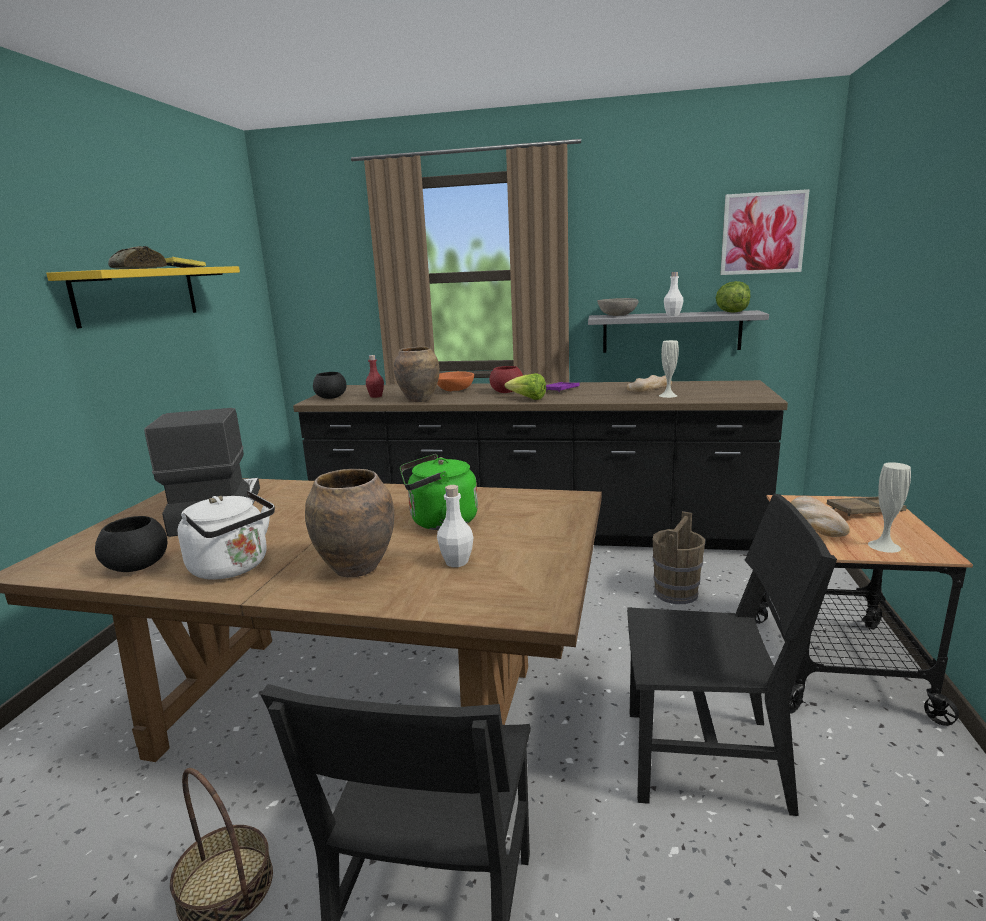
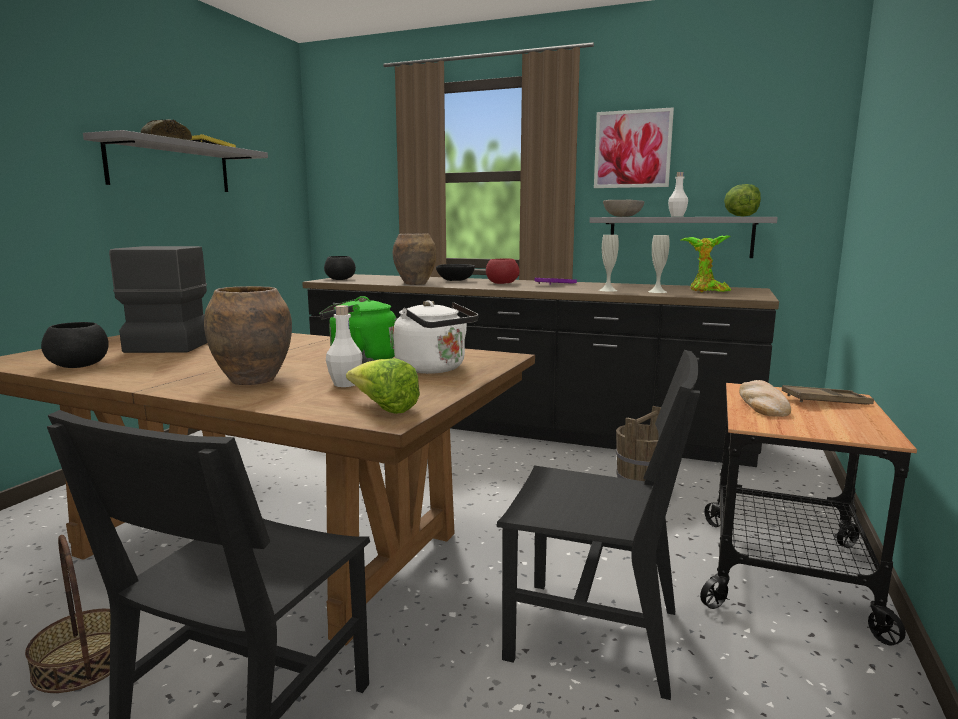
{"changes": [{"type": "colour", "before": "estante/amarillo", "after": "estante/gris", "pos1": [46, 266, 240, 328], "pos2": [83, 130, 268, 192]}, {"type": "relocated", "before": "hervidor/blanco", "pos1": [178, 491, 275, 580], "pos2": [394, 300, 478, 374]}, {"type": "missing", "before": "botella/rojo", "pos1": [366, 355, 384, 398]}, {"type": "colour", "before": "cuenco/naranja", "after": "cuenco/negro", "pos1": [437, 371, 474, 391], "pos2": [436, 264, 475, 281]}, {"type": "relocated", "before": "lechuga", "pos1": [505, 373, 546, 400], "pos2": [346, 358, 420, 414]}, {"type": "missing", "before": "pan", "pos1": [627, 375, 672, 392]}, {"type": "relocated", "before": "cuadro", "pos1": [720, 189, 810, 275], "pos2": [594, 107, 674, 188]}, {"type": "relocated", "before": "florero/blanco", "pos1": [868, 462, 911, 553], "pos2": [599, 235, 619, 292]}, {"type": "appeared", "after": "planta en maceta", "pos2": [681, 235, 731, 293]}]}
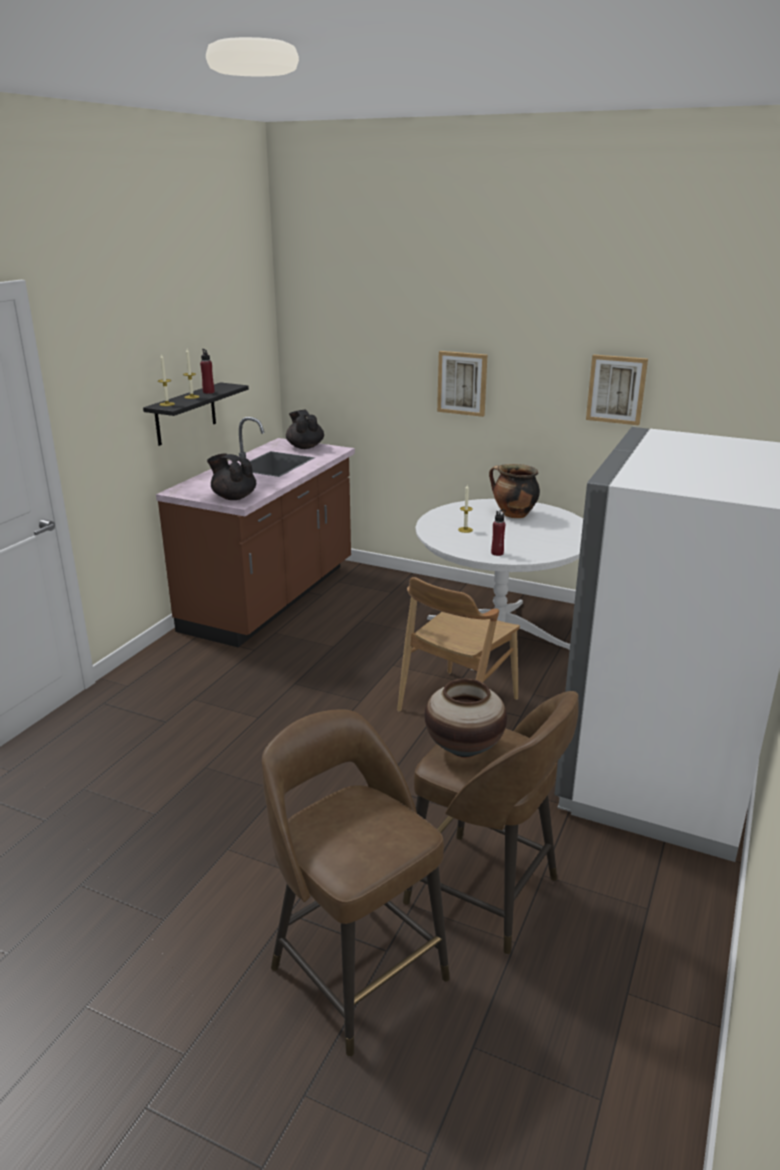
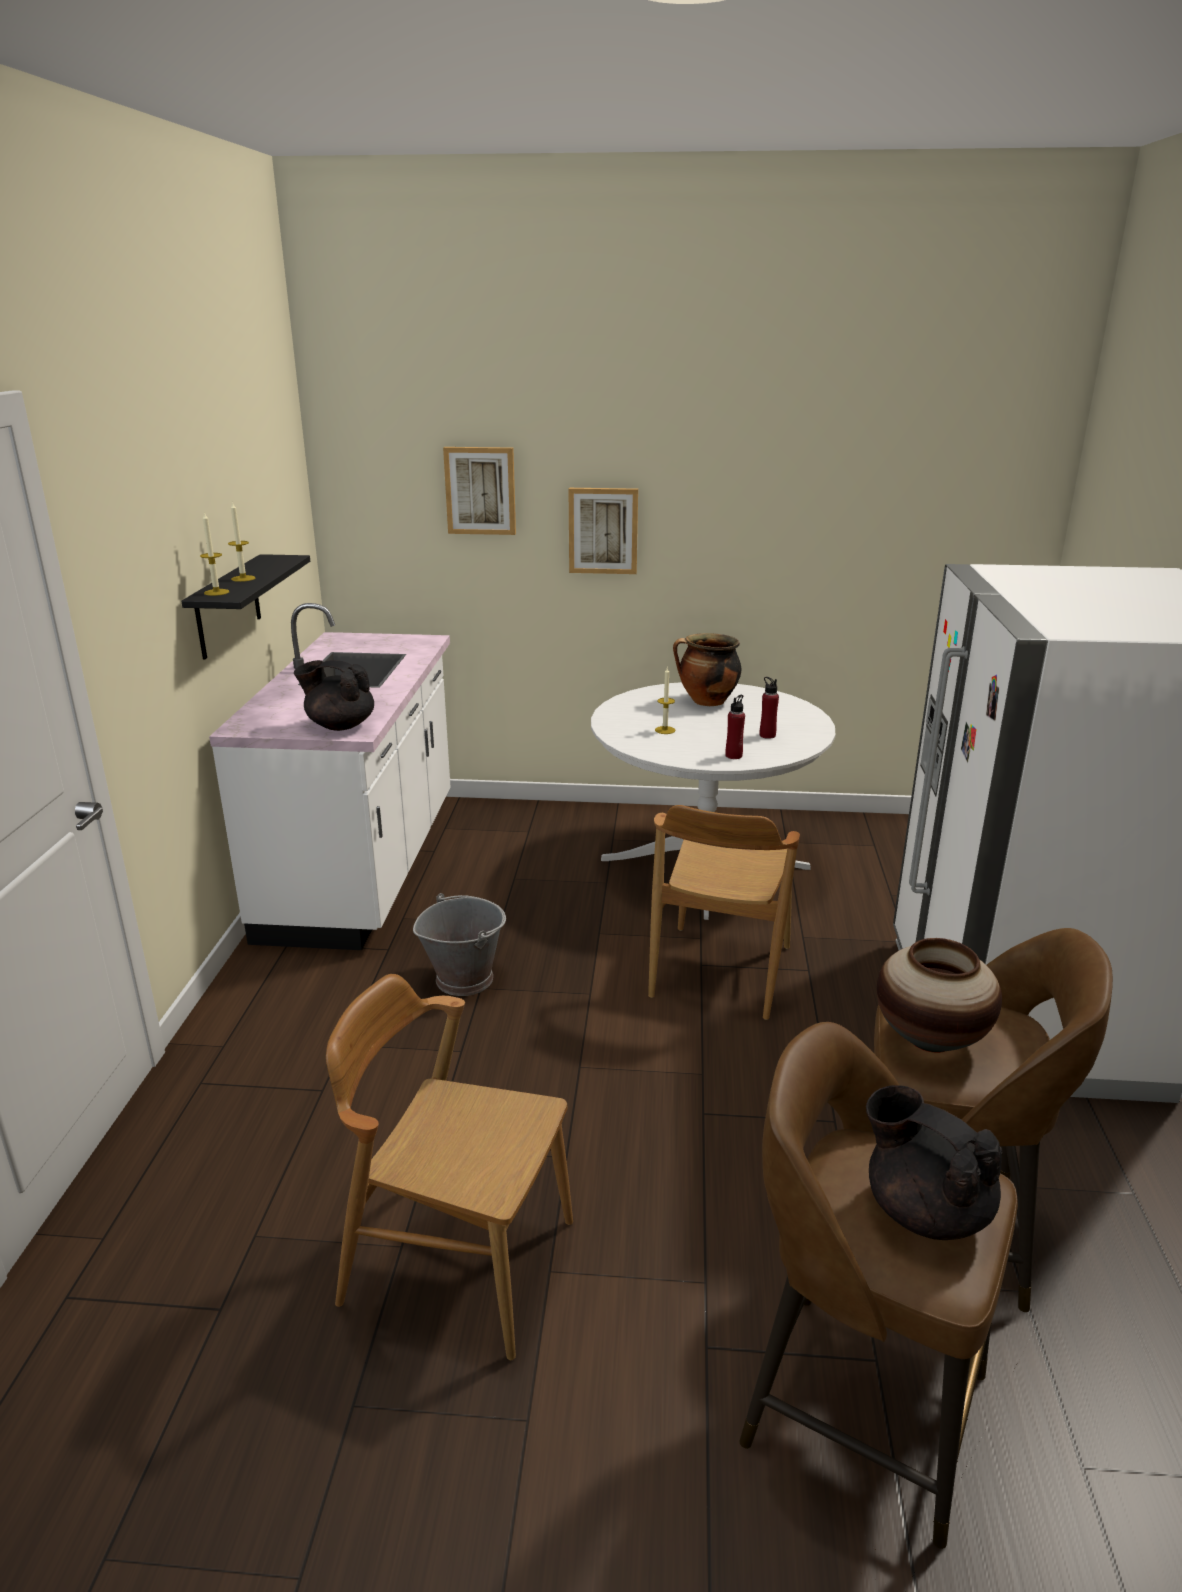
{"changes": [{"type": "colour", "before": "mueble bajo de cocina/marrón", "after": "mueble bajo de cocina/blanco", "pos1": [156, 417, 355, 647], "pos2": [209, 603, 451, 950]}, {"type": "relocated", "before": "botella/rojo", "pos1": [200, 349, 214, 394], "pos2": [760, 677, 779, 739]}, {"type": "relocated", "before": "tetera/negro", "pos1": [286, 410, 324, 449], "pos2": [866, 1085, 1002, 1240]}, {"type": "relocated", "before": "cuadro", "pos1": [586, 354, 648, 425], "pos2": [443, 447, 516, 535]}, {"type": "appeared", "after": "silla/marrón", "pos2": [326, 974, 573, 1360]}, {"type": "appeared", "after": "cubo/gris", "pos2": [413, 893, 506, 996]}]}
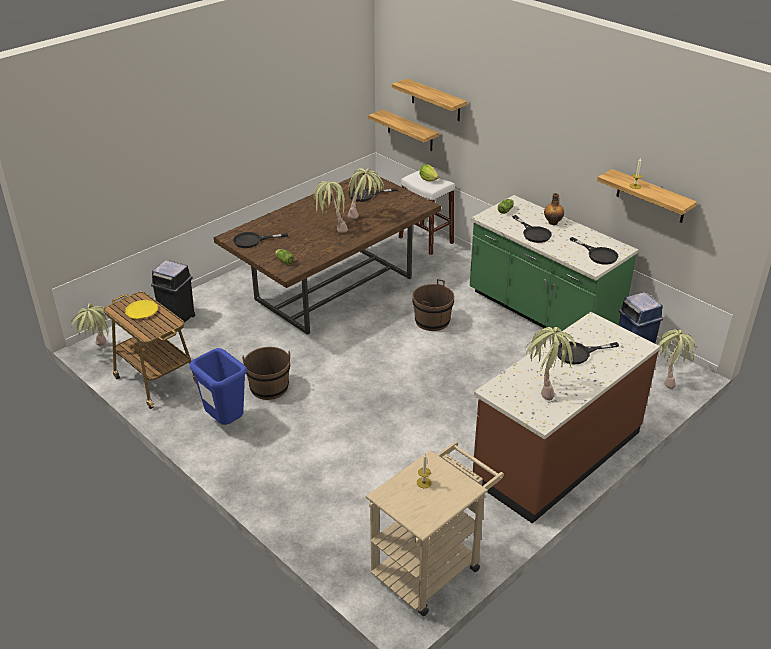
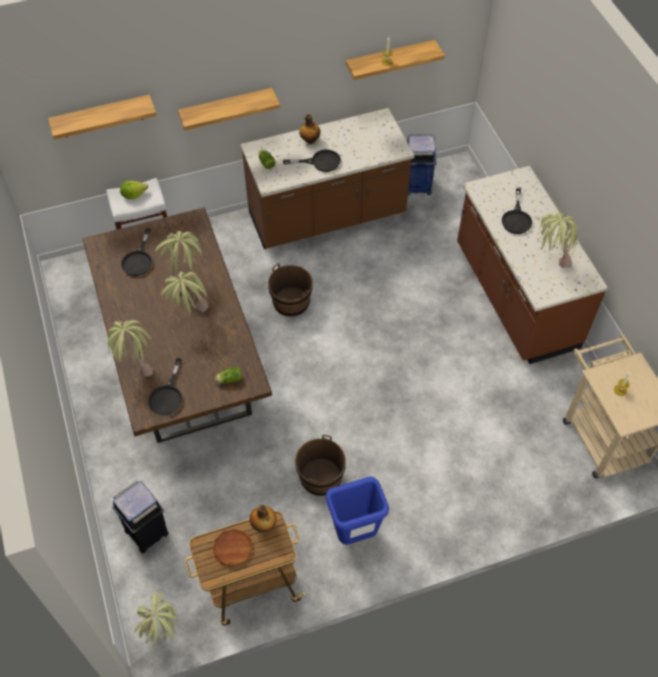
{"changes": [{"type": "colour", "before": "plato/amarillo", "after": "plato/marrón", "pos1": [125, 300, 158, 319], "pos2": [213, 529, 253, 567]}, {"type": "relocated", "before": "estante", "pos1": [368, 110, 439, 151], "pos2": [178, 88, 280, 131]}, {"type": "colour", "before": "mueble bajo de cocina/verde", "after": "mueble bajo de cocina/marrón", "pos1": [470, 195, 638, 331], "pos2": [241, 108, 414, 249]}, {"type": "missing", "before": "sartén/negro", "pos1": [570, 237, 618, 265]}, {"type": "relocated", "before": "planta en maceta", "pos1": [658, 329, 696, 389], "pos2": [107, 319, 153, 377]}, {"type": "appeared", "after": "botella", "pos2": [250, 505, 276, 532]}]}
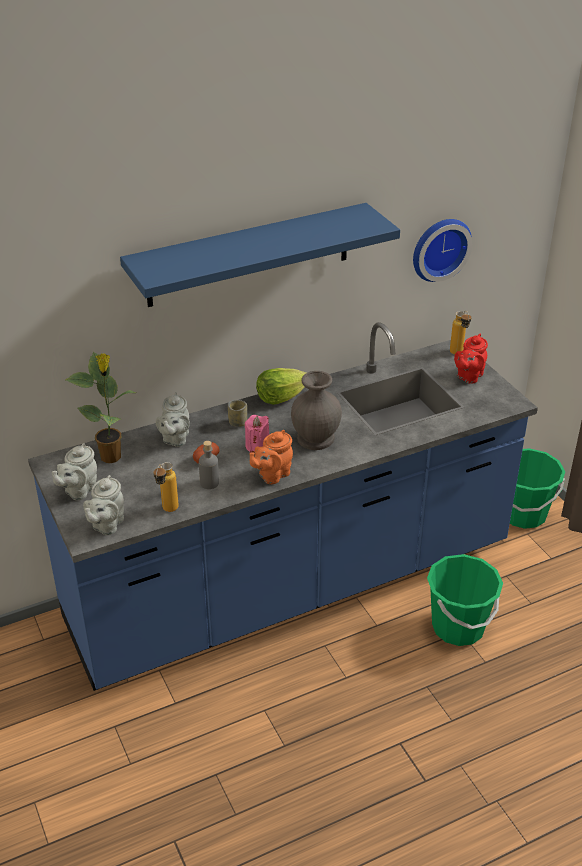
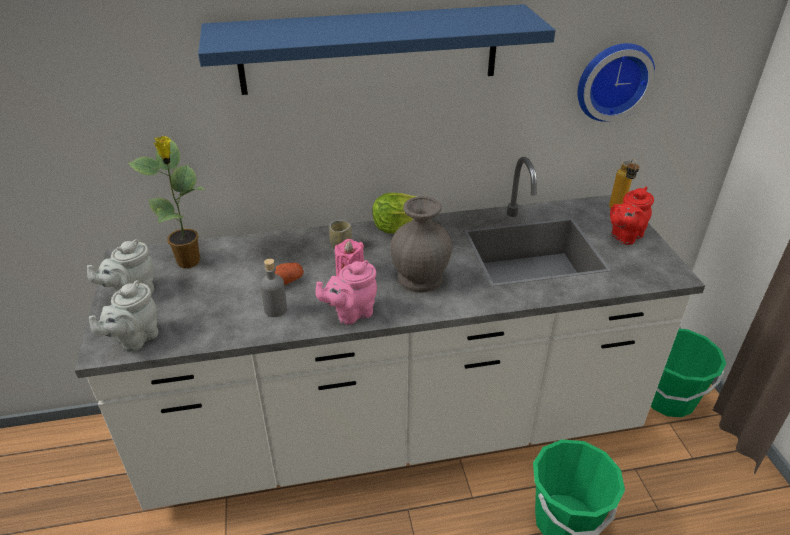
{"changes": [{"type": "colour", "before": "mueble bajo de cocina/azul", "after": "mueble bajo de cocina/blanco", "pos1": [28, 322, 538, 691], "pos2": [75, 157, 705, 510]}, {"type": "missing", "before": "botella", "pos1": [153, 462, 179, 512]}, {"type": "missing", "before": "tetera/gris", "pos1": [156, 392, 190, 447]}, {"type": "colour", "before": "tetera/naranja", "after": "tetera/rosa", "pos1": [249, 430, 293, 484], "pos2": [315, 260, 377, 324]}]}
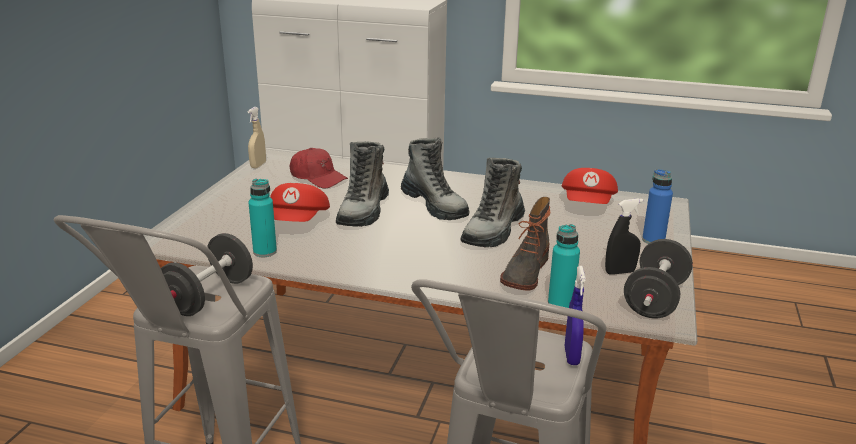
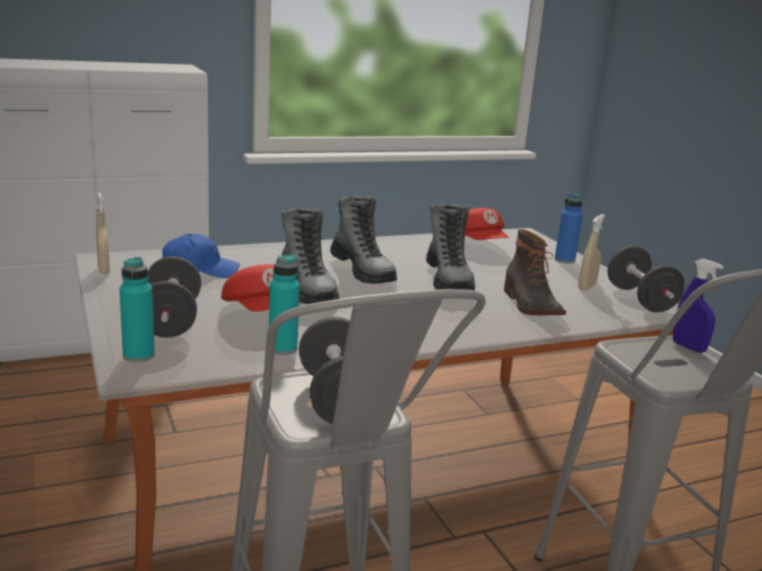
{"changes": [{"type": "colour", "before": "gorra/rojo", "after": "gorra/azul", "pos1": [290, 148, 348, 188], "pos2": [162, 233, 240, 278]}, {"type": "spun", "before": "bota", "pos1": [401, 137, 470, 220], "pos2": [330, 196, 397, 284], "turn": 45}, {"type": "relocated", "before": "botella/turquesa", "pos1": [548, 224, 580, 308], "pos2": [119, 257, 155, 362]}, {"type": "colour", "before": "pulverizador/negro", "after": "pulverizador/beis", "pos1": [605, 198, 643, 275], "pos2": [578, 214, 605, 290]}, {"type": "appeared", "after": "mancuerna/negro", "pos2": [148, 256, 201, 338]}]}
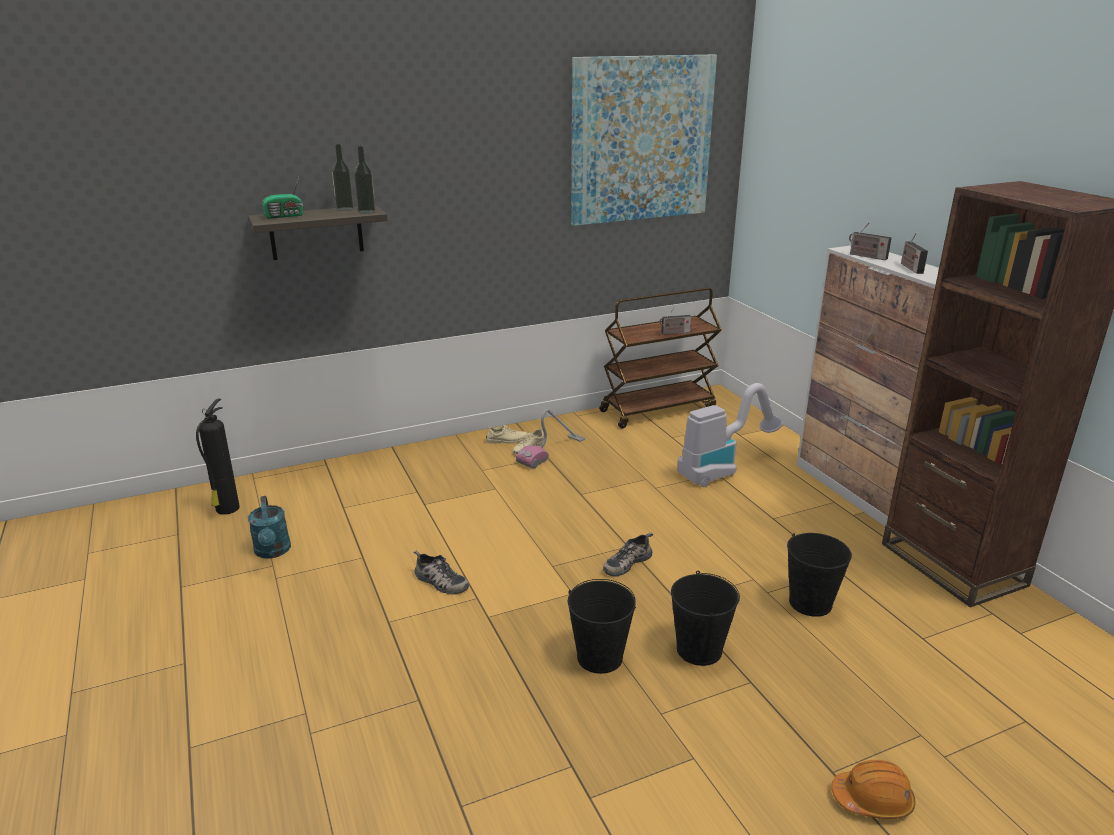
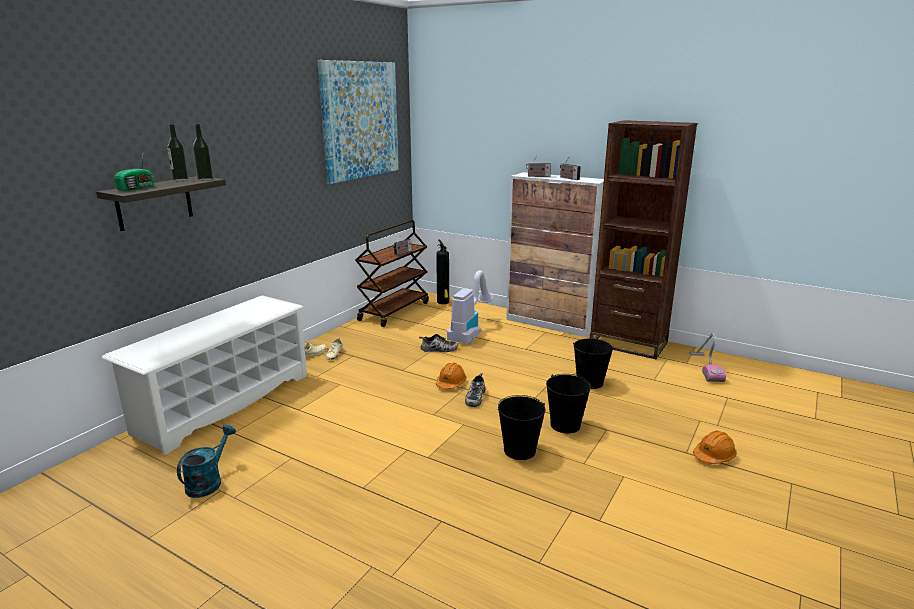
{"changes": [{"type": "relocated", "before": "extintor", "pos1": [196, 398, 240, 515], "pos2": [436, 240, 449, 304]}, {"type": "spun", "before": "regadera/turquesa", "pos1": [248, 496, 291, 559], "pos2": [177, 425, 236, 498], "turn": -105}, {"type": "relocated", "before": "zapato", "pos1": [414, 551, 469, 595], "pos2": [419, 334, 458, 352]}, {"type": "relocated", "before": "aspiradora", "pos1": [516, 409, 585, 468], "pos2": [689, 333, 726, 382]}, {"type": "appeared", "after": "zapatero/blanco", "pos2": [102, 296, 307, 455]}, {"type": "appeared", "after": "casco/naranja", "pos2": [436, 363, 466, 389]}]}
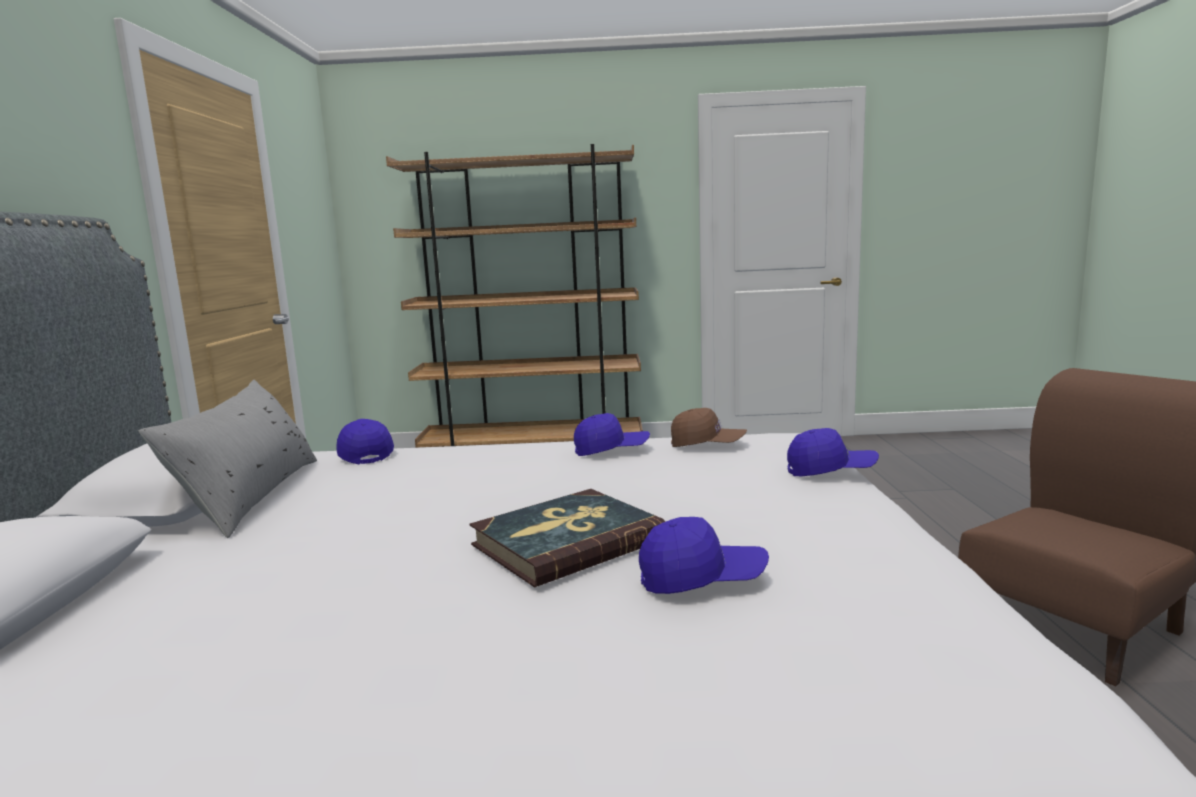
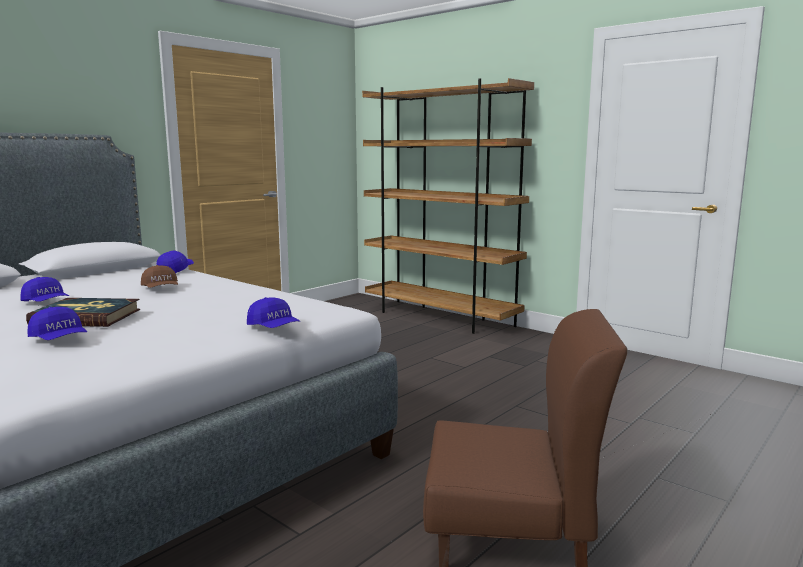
{"changes": [{"type": "missing", "before": "cojín/gris", "pos1": [139, 380, 317, 538]}, {"type": "relocated", "before": "gorra/azul", "pos1": [574, 413, 650, 456], "pos2": [21, 277, 69, 302]}, {"type": "relocated", "before": "gorra/marrón", "pos1": [671, 408, 747, 447], "pos2": [141, 265, 178, 288]}]}
